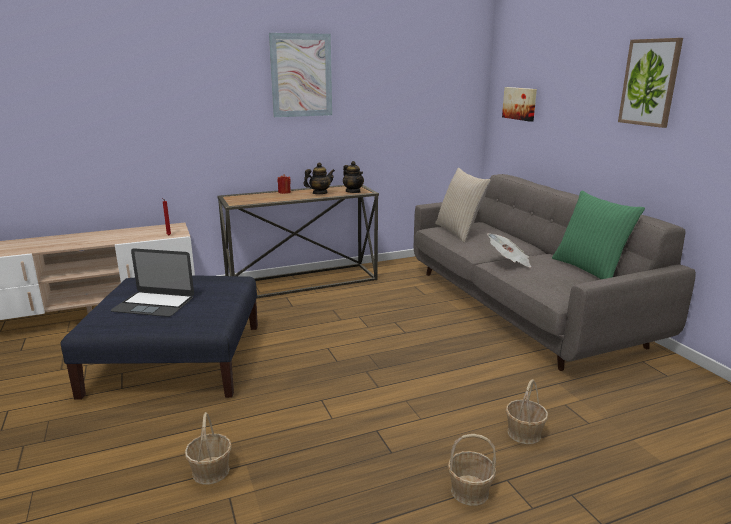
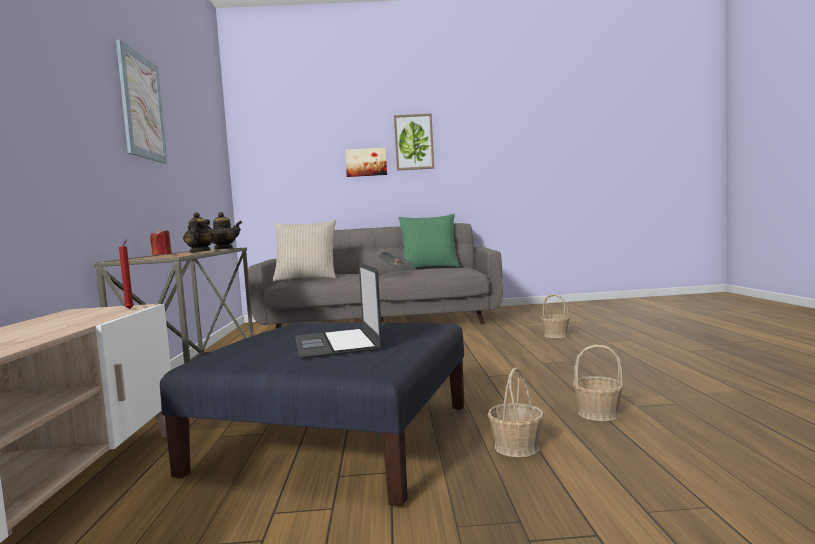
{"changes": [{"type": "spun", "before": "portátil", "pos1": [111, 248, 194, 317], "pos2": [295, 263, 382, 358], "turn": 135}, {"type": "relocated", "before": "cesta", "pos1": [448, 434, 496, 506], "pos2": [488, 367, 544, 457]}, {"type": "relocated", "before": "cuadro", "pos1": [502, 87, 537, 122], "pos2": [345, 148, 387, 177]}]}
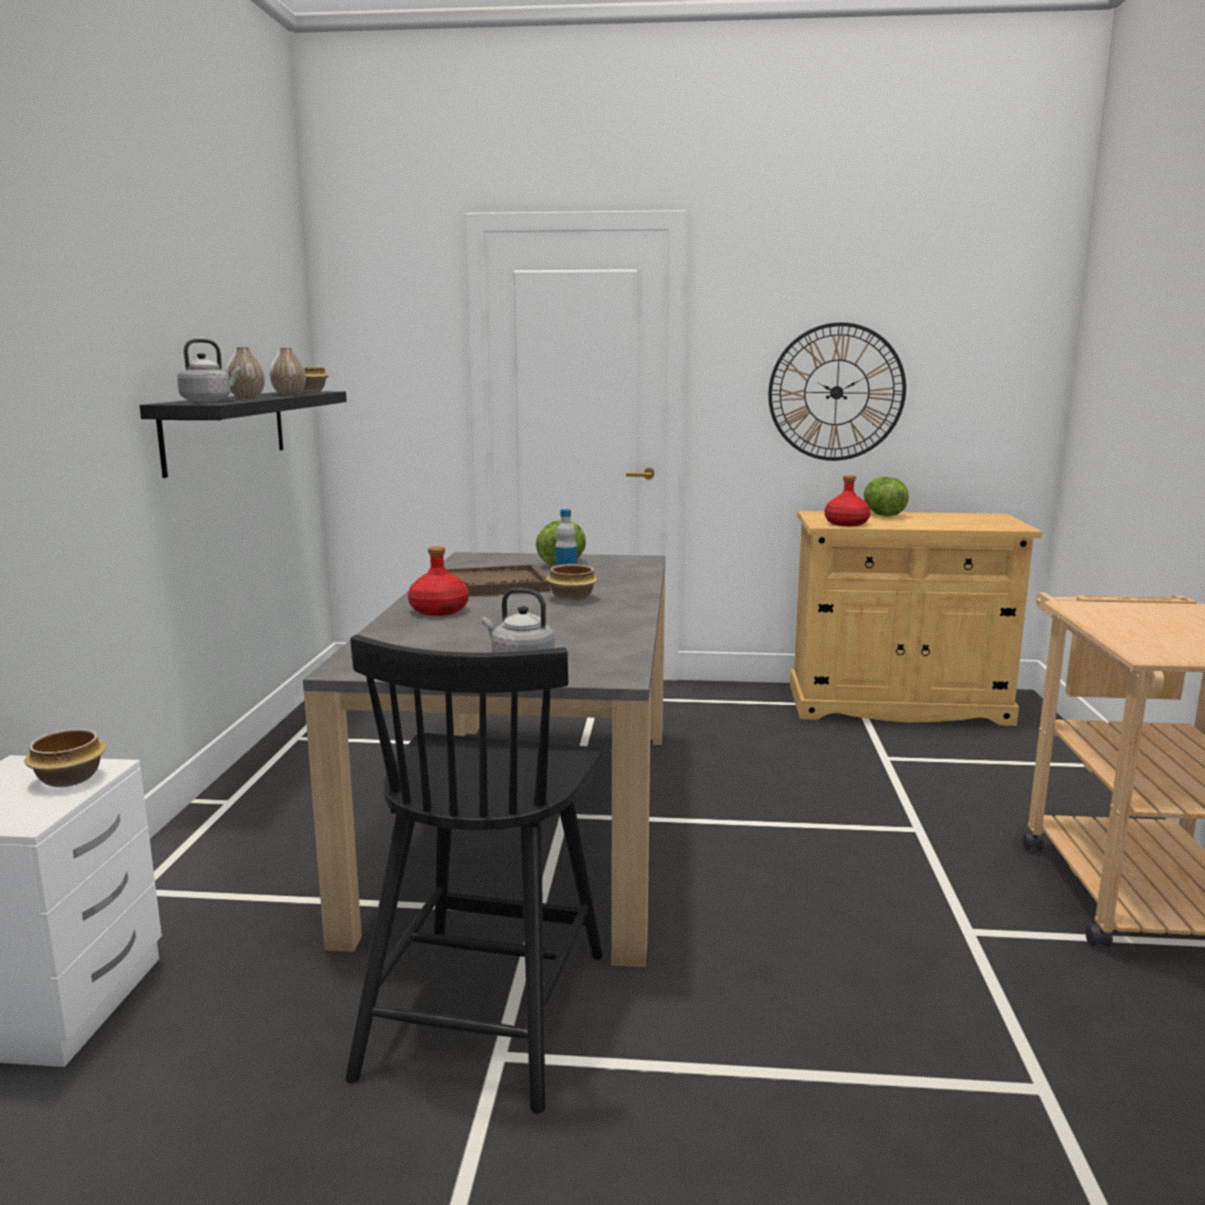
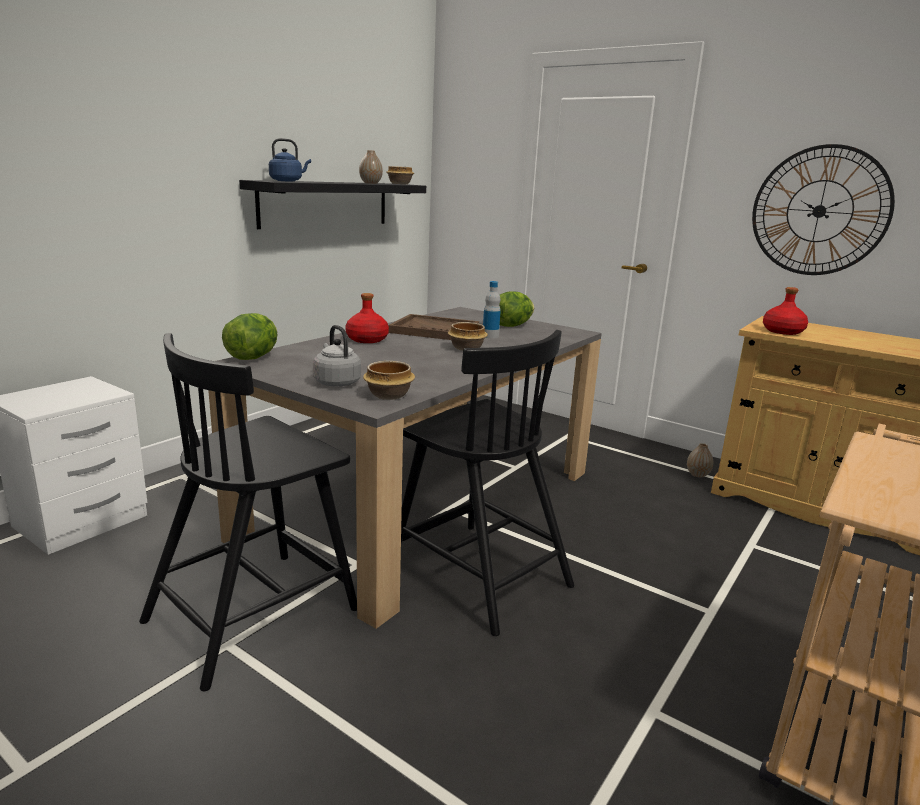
{"changes": [{"type": "relocated", "before": "cuenco", "pos1": [24, 729, 106, 787], "pos2": [363, 361, 415, 400]}, {"type": "colour", "before": "hervidor/gris", "after": "hervidor/azul", "pos1": [177, 339, 241, 402], "pos2": [269, 138, 311, 182]}, {"type": "relocated", "before": "florero", "pos1": [226, 347, 265, 398], "pos2": [687, 443, 714, 478]}, {"type": "relocated", "before": "lechuga", "pos1": [864, 477, 909, 516], "pos2": [222, 313, 278, 360]}, {"type": "appeared", "after": "silla/negro", "pos2": [401, 330, 574, 636]}]}
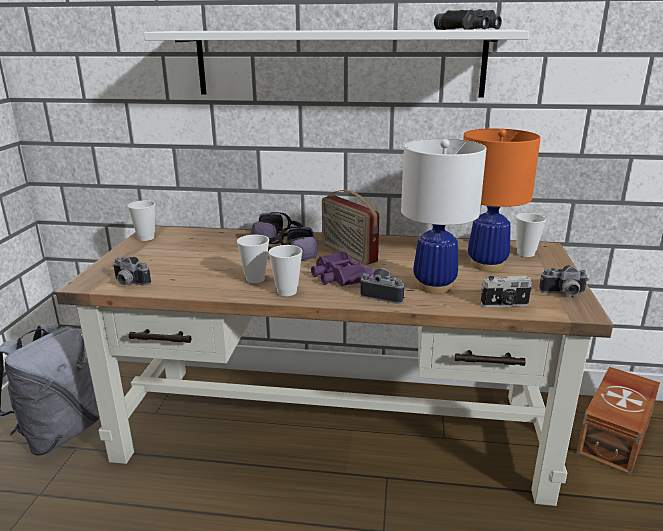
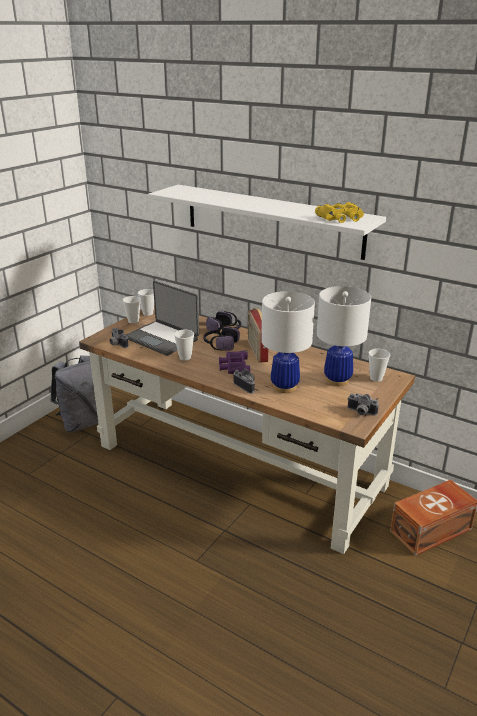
{"changes": [{"type": "relocated", "before": "taza", "pos1": [268, 245, 302, 296], "pos2": [123, 296, 141, 324]}, {"type": "colour", "before": "prismáticos/negro", "after": "prismáticos/amarillo", "pos1": [434, 9, 502, 30], "pos2": [315, 202, 364, 223]}, {"type": "colour", "before": "lámpara de mesa/naranja", "after": "lámpara de mesa/blanco", "pos1": [463, 128, 541, 271], "pos2": [317, 286, 371, 386]}, {"type": "missing", "before": "cámara", "pos1": [481, 276, 533, 307]}, {"type": "appeared", "after": "portátil", "pos2": [126, 281, 199, 356]}]}
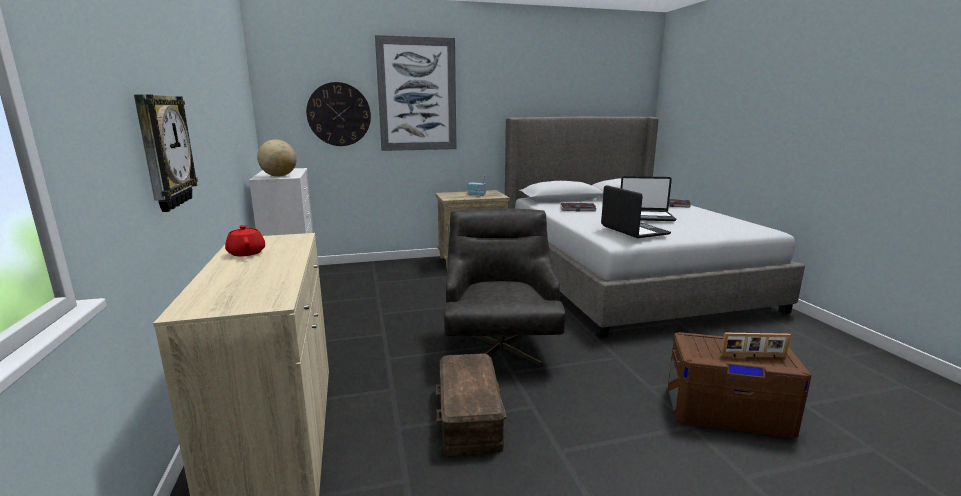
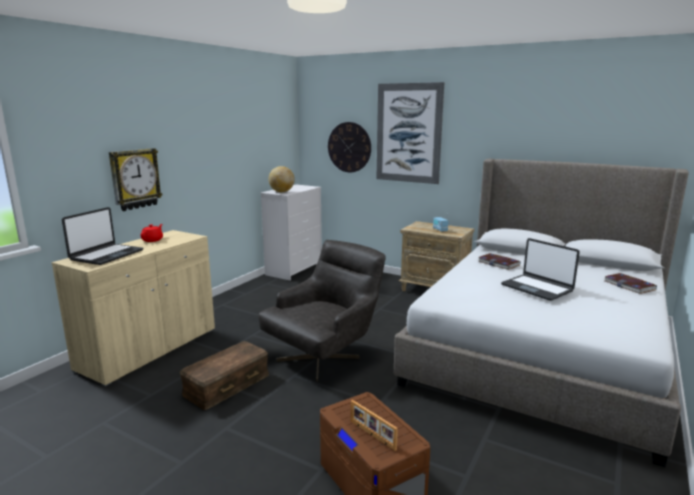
{"changes": [{"type": "relocated", "before": "portátil", "pos1": [601, 185, 671, 238], "pos2": [62, 207, 143, 265]}]}
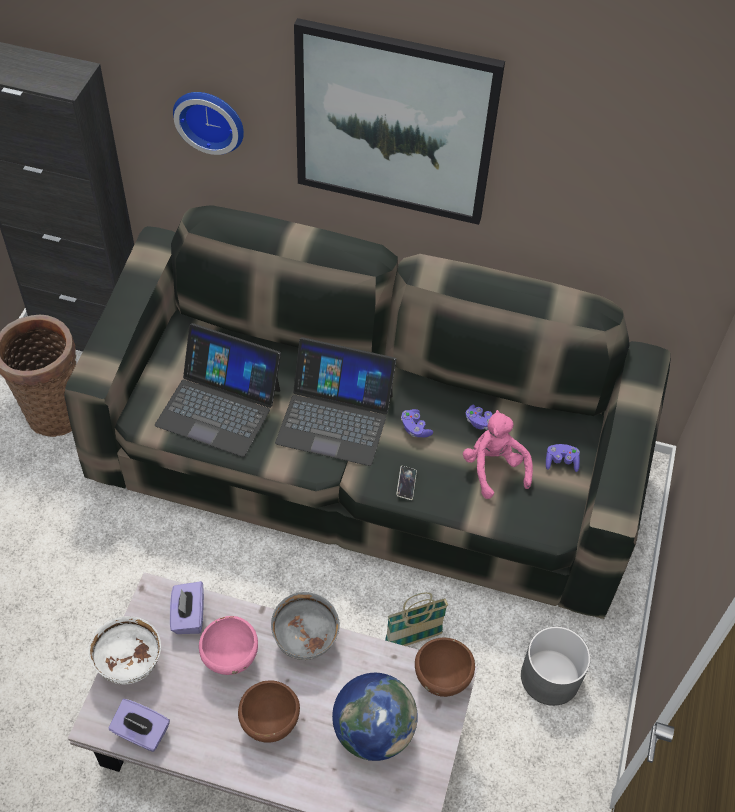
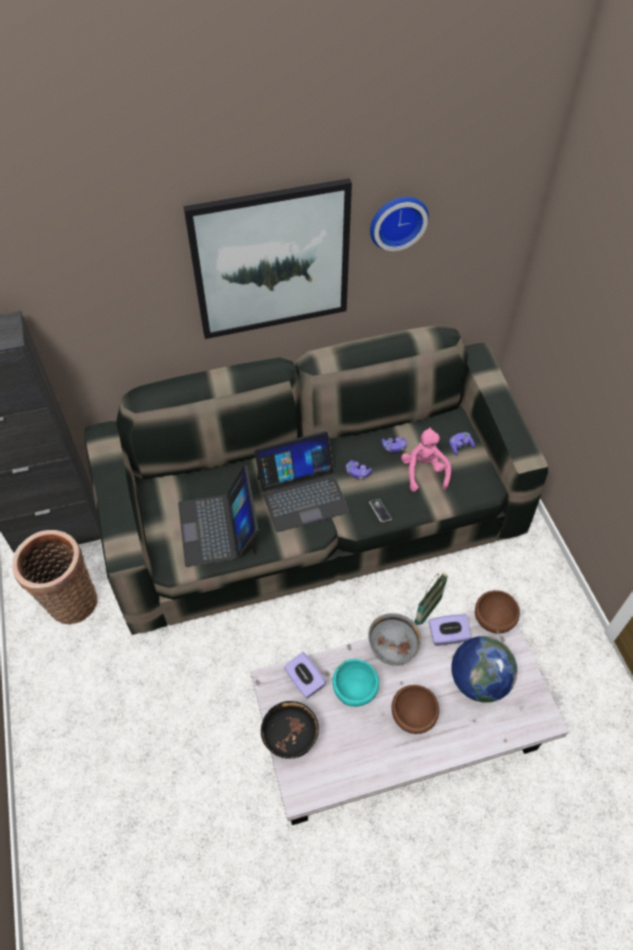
{"changes": [{"type": "colour", "before": "cuenco/blanco", "after": "cuenco/negro", "pos1": [88, 616, 161, 685], "pos2": [261, 701, 319, 759]}, {"type": "relocated", "before": "caja de pañuelos/morado", "pos1": [109, 699, 170, 752], "pos2": [429, 614, 471, 646]}, {"type": "spun", "before": "portátil", "pos1": [155, 323, 281, 457], "pos2": [178, 465, 259, 567], "turn": 90}, {"type": "relocated", "before": "reloj de pared", "pos1": [173, 92, 244, 155], "pos2": [370, 197, 429, 251]}, {"type": "colour", "before": "cuenco/rosa", "after": "cuenco/turquesa", "pos1": [199, 616, 258, 675], "pos2": [332, 659, 379, 707]}, {"type": "spun", "before": "peluche/rosa", "pos1": [463, 410, 533, 499], "pos2": [401, 428, 451, 492], "turn": 45}, {"type": "missing", "before": "maceta/gris", "pos1": [521, 626, 590, 706]}]}
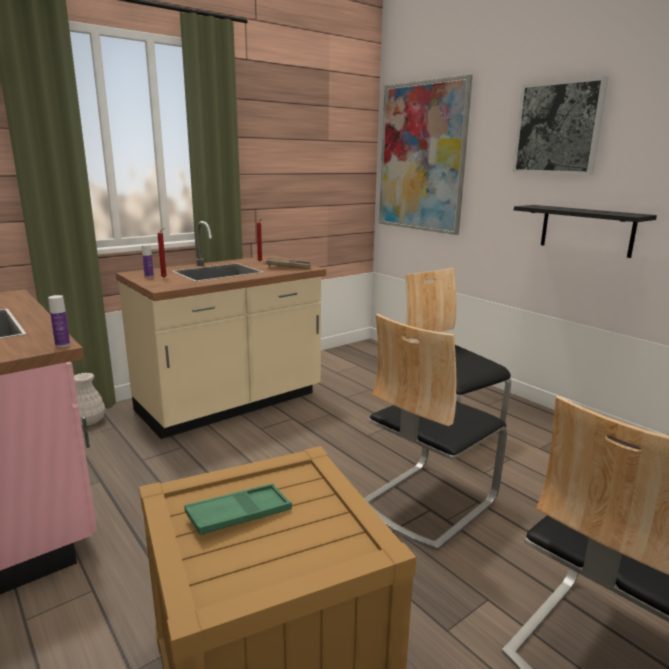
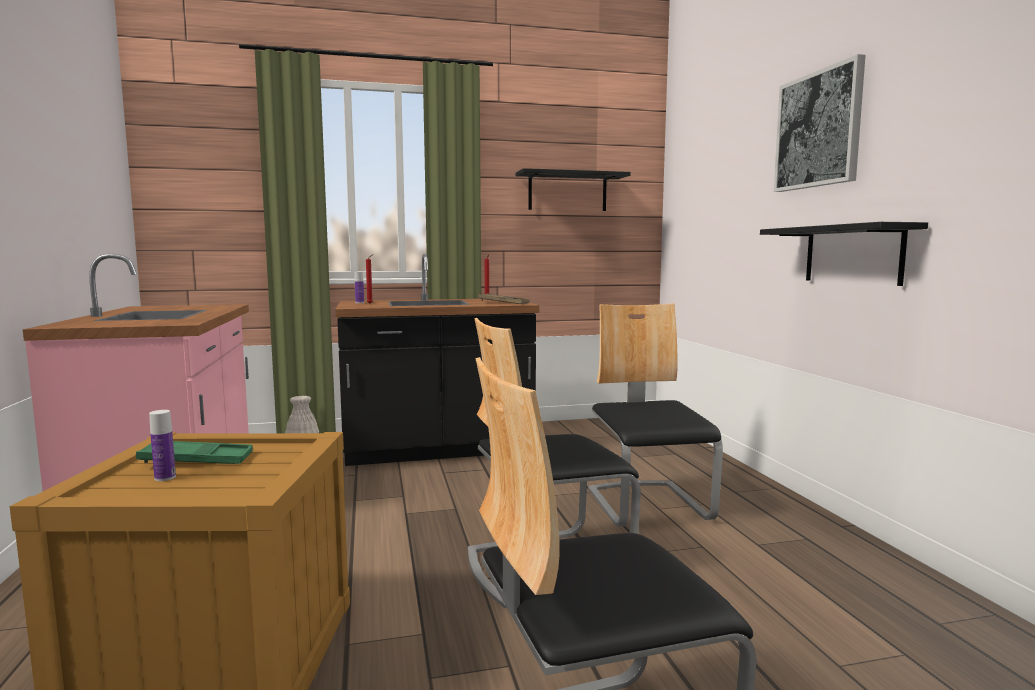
{"changes": [{"type": "relocated", "before": "botella", "pos1": [48, 295, 70, 347], "pos2": [149, 410, 176, 481]}, {"type": "colour", "before": "mueble bajo de cocina/beis", "after": "mueble bajo de cocina/negro", "pos1": [116, 221, 326, 439], "pos2": [335, 254, 539, 466]}, {"type": "missing", "before": "cuadro", "pos1": [379, 75, 473, 235]}, {"type": "appeared", "after": "estante/negro", "pos2": [516, 168, 631, 211]}]}
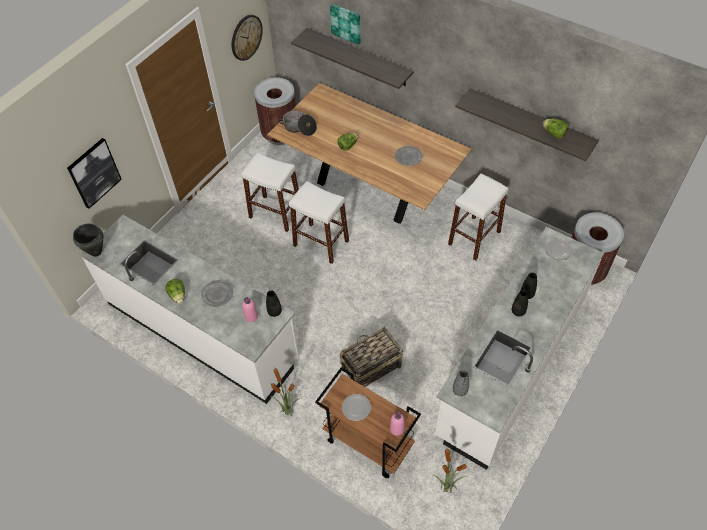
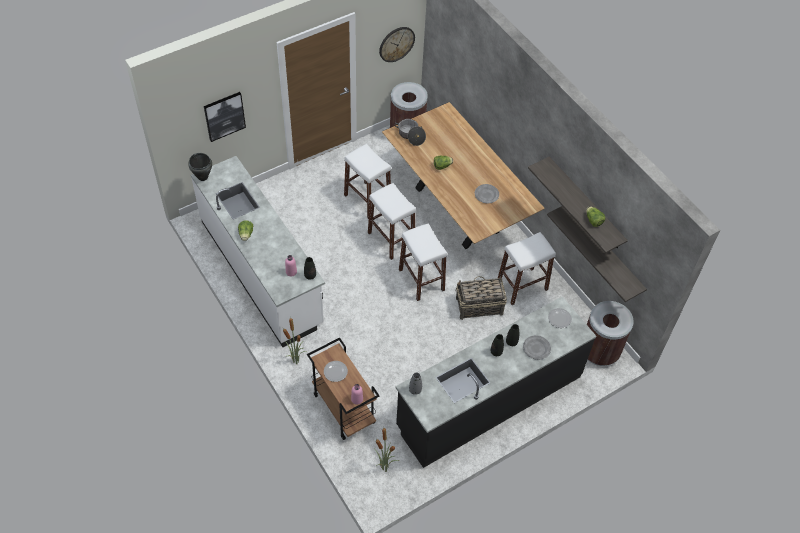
{"changes": [{"type": "relocated", "before": "plato/gris", "pos1": [201, 280, 233, 307], "pos2": [523, 335, 551, 360]}, {"type": "relocated", "before": "estante", "pos1": [291, 28, 414, 89], "pos2": [547, 206, 647, 302]}, {"type": "missing", "before": "cuadro", "pos1": [330, 4, 361, 45]}, {"type": "relocated", "before": "cesta", "pos1": [340, 326, 403, 387], "pos2": [455, 276, 507, 320]}, {"type": "colour", "before": "mueble bajo de cocina/blanco", "after": "mueble bajo de cocina/negro", "pos1": [435, 227, 604, 470], "pos2": [395, 296, 596, 468]}, {"type": "appeared", "after": "taburete/blanco", "pos2": [399, 223, 447, 301]}]}
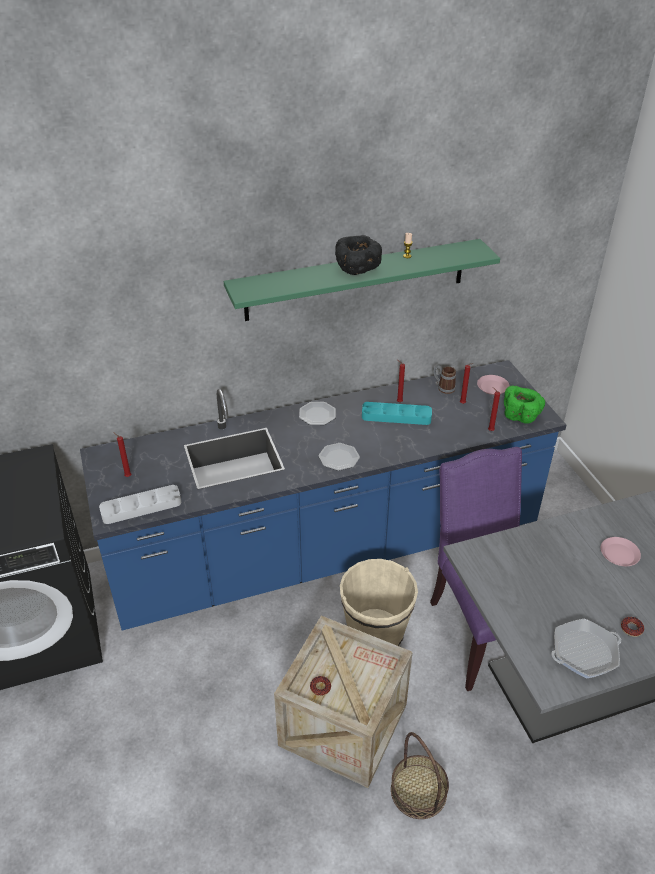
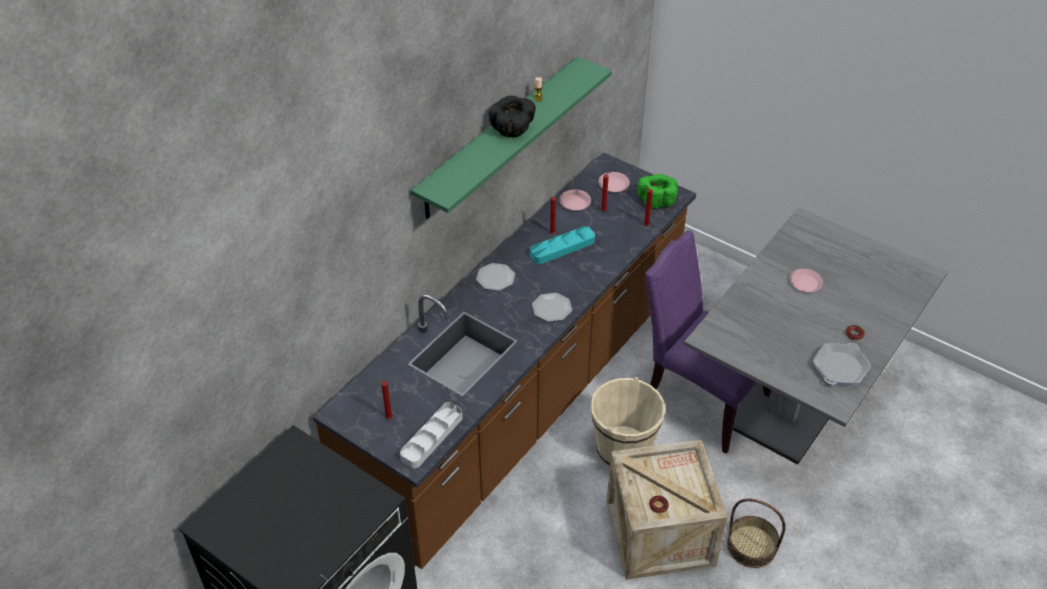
{"changes": [{"type": "colour", "before": "mueble bajo de cocina/azul", "after": "mueble bajo de cocina/marrón", "pos1": [80, 360, 567, 631], "pos2": [313, 152, 696, 569]}, {"type": "exchanged", "before": "taza grande", "after": "plato/rosa", "pos1": [434, 365, 456, 394], "pos2": [559, 189, 591, 211]}]}
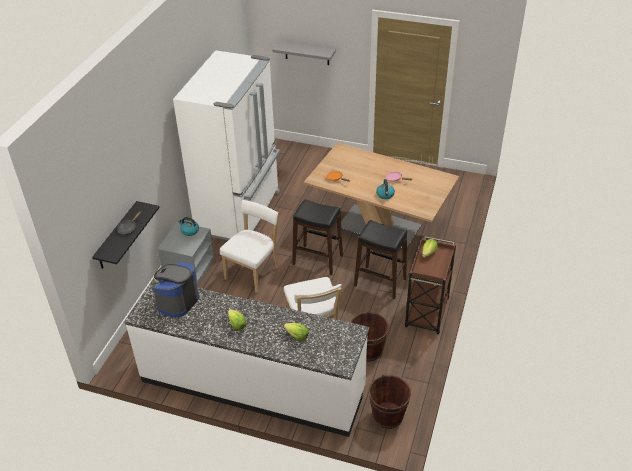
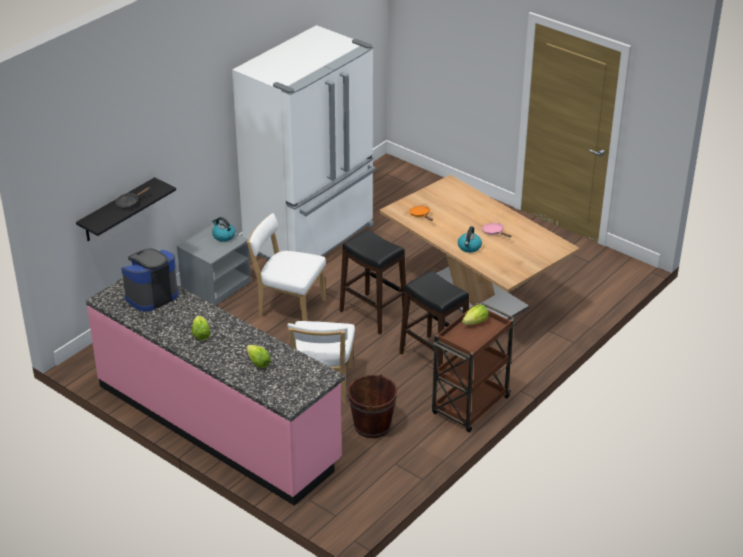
{"changes": [{"type": "colour", "before": "mueble bajo de cocina/blanco", "after": "mueble bajo de cocina/rosa", "pos1": [124, 278, 369, 437], "pos2": [86, 278, 345, 506]}, {"type": "spun", "before": "silla/blanco", "pos1": [220, 200, 279, 293], "pos2": [247, 213, 326, 321], "turn": -120}, {"type": "missing", "before": "estante/gris", "pos1": [272, 41, 336, 65]}, {"type": "missing", "before": "cubo/marrón", "pos1": [369, 375, 411, 429]}]}
